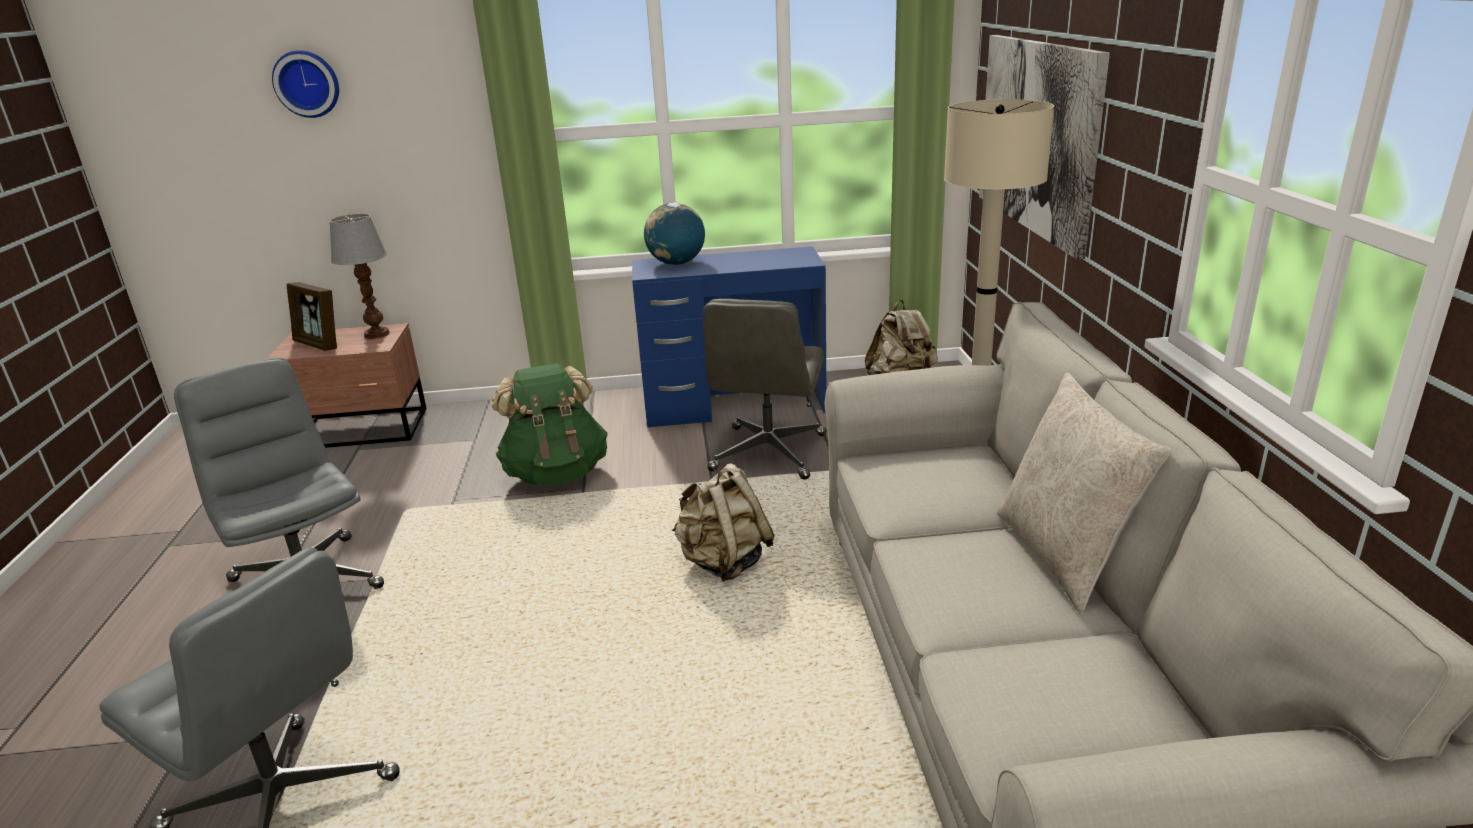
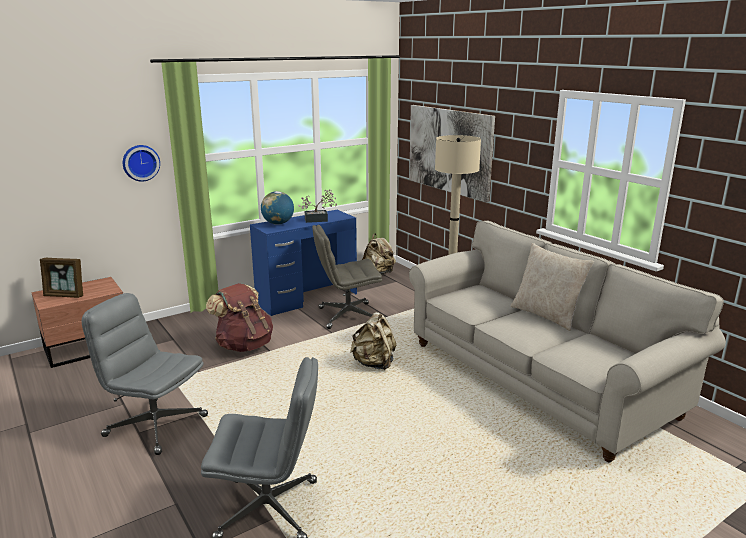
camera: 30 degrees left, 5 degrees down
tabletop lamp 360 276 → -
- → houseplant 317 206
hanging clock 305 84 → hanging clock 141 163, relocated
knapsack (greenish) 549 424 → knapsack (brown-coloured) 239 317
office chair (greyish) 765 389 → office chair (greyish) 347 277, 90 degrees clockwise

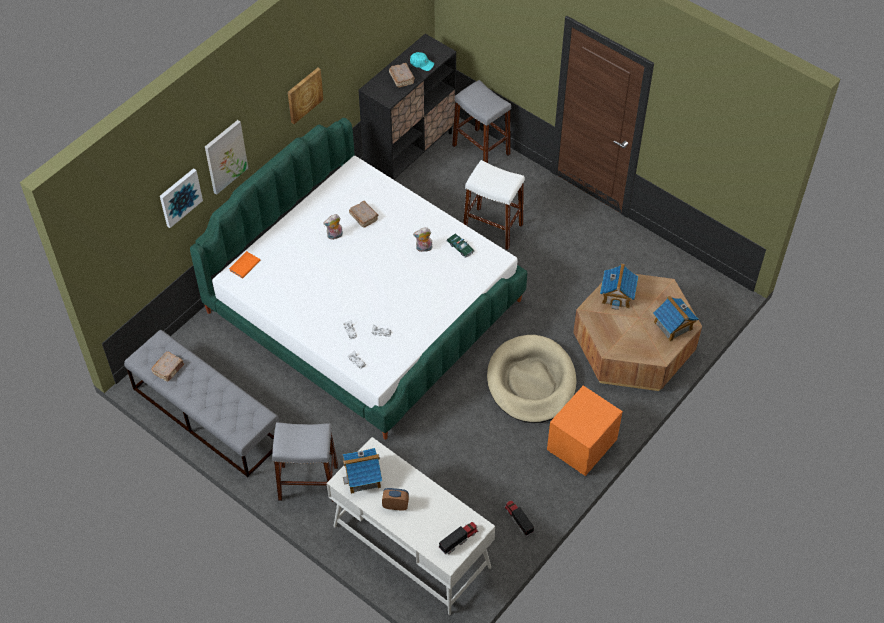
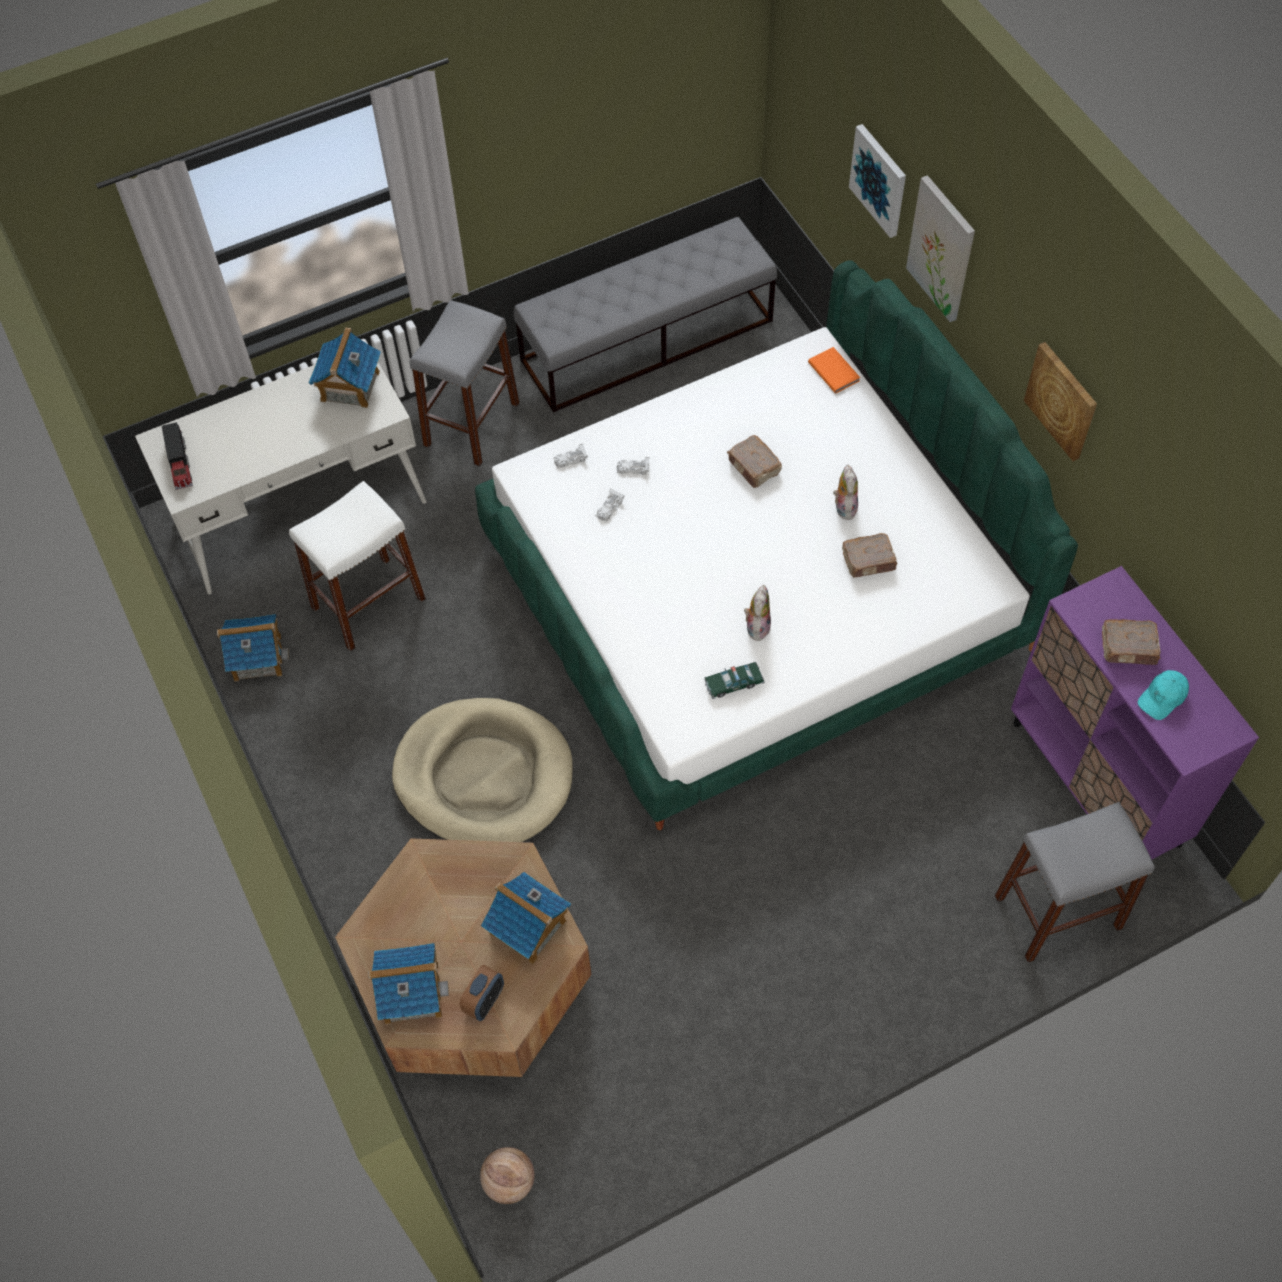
camera: 115 degrees right, 5 degrees up
bedside table (orange-coloured) 585 431 → -
- → ball for basketball 507 1175
book (brown-coloured) 167 366 → book (brown-coloured) 754 461, relocated
alarm clock 395 499 → alarm clock 481 993, relocated
stool seat (whitish) 494 205 → stool seat (whitish) 357 566, relocated
model truck 519 518 → model house 253 648
cupboard (blackish) 407 107 → cupboard (purple) 1135 713

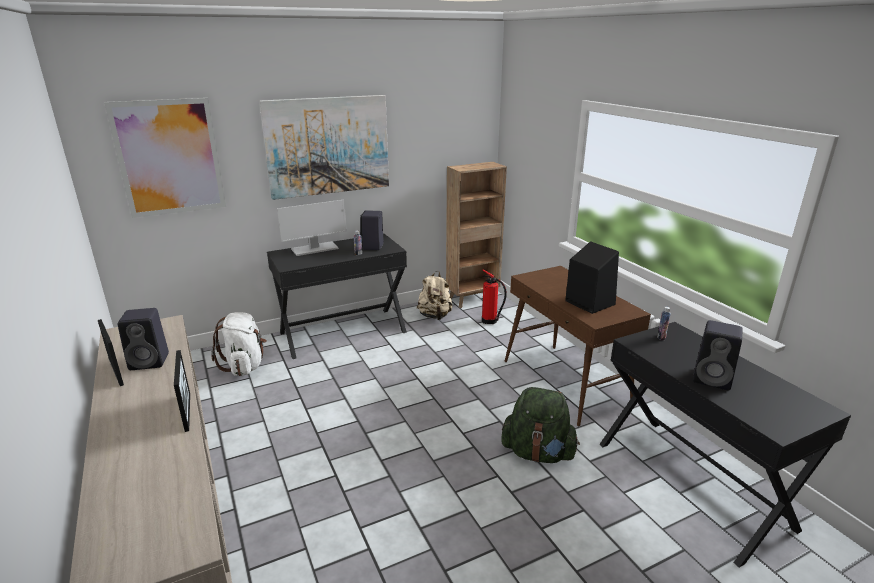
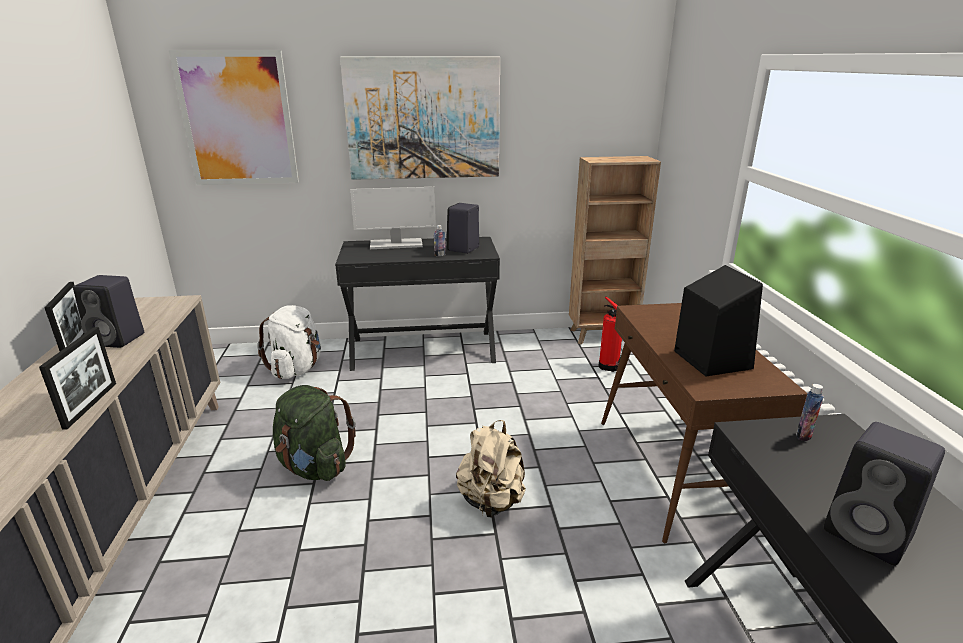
camera: 20 degrees right, 0 degrees up
knapsack (beige-coloured) 434 295 → knapsack (beige-coloured) 491 469, relocated
knapsack (greenish) 540 425 → knapsack (greenish) 314 433, relocated

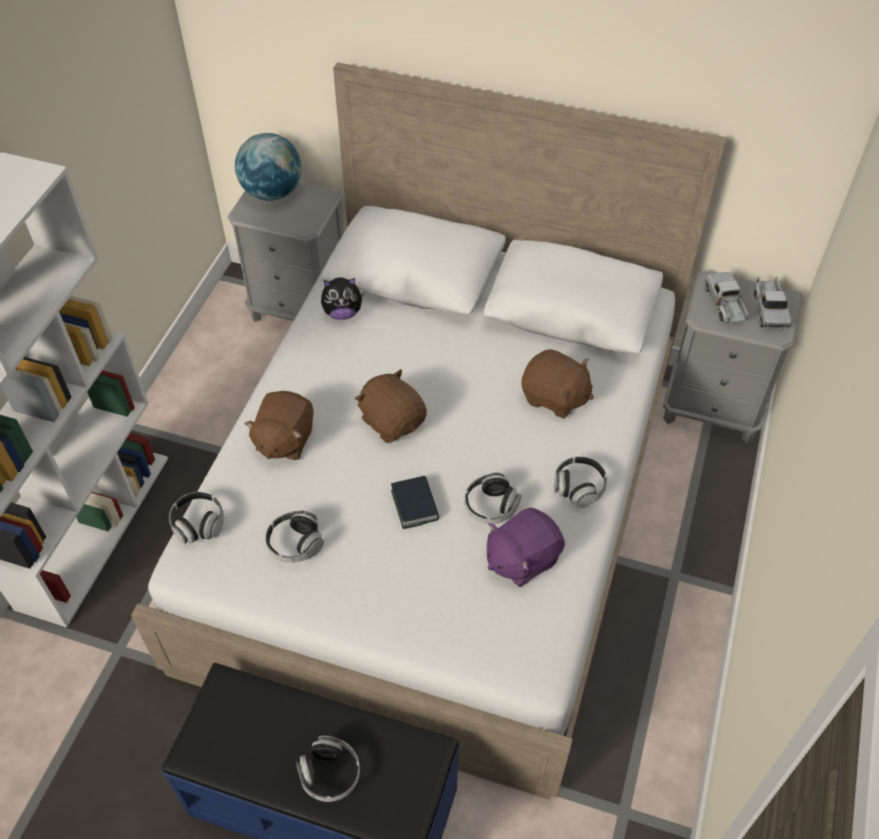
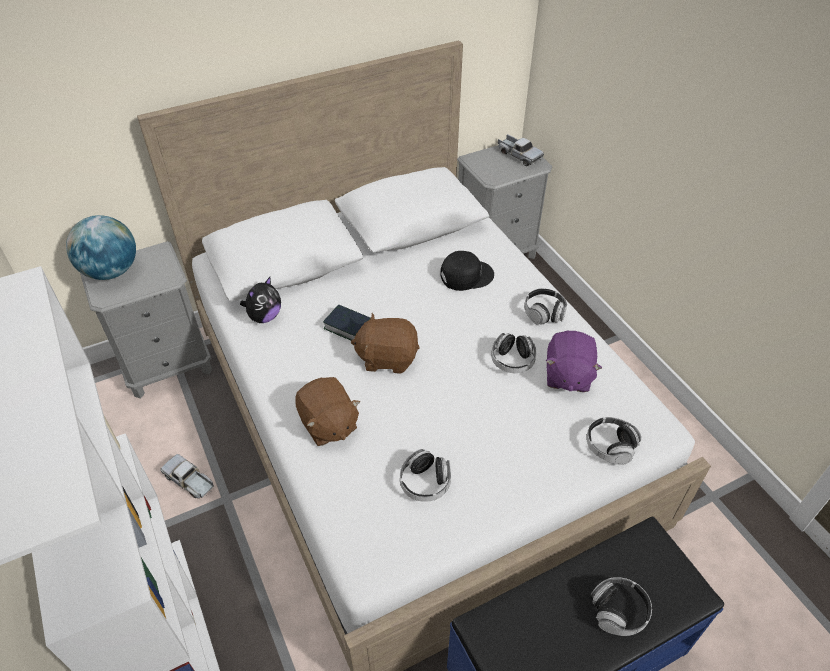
camera: 45 degrees left, 5 degrees down
headset 196 518 → headset 613 441, relocated
book 415 502 → book 347 322, relocated
model truck 727 298 → model truck 187 476, relocated
plush toy (brown-coloured) 557 384 → baseball cap (blackish) 467 271

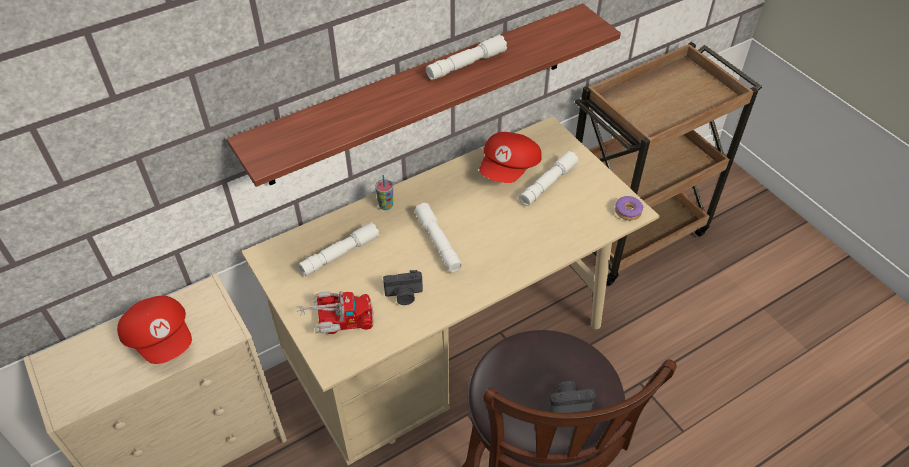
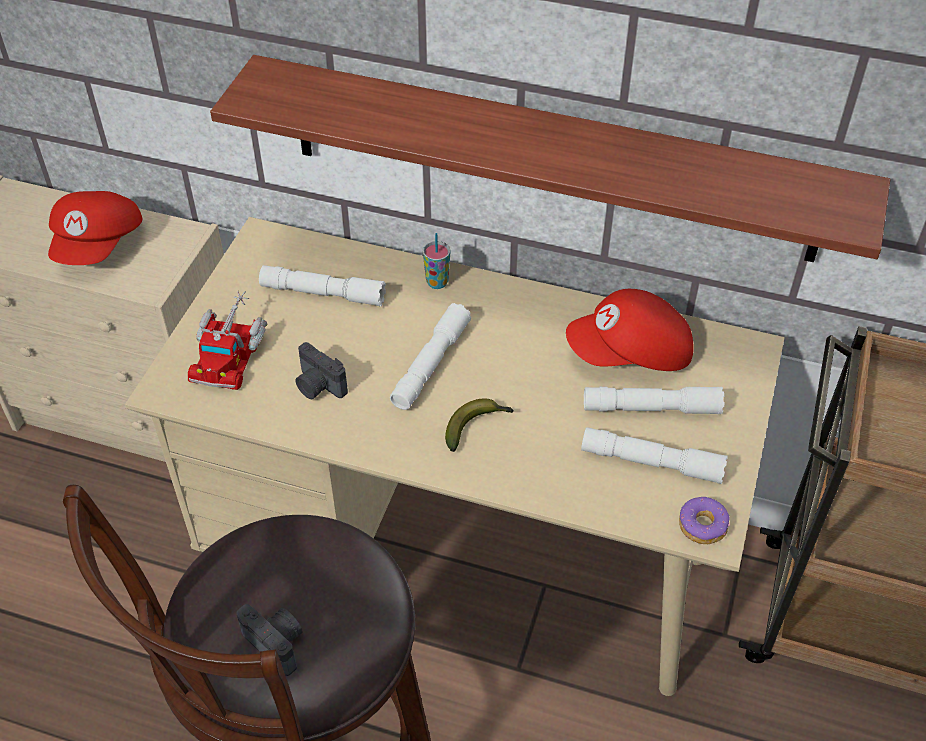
camera: 50 degrees right, 0 degrees up
- → whole banana 479 425
torch (whitish) 466 57 → torch (whitish) 654 455, relocated
model truck 334 312 → model truck 227 340, 60 degrees clockwise

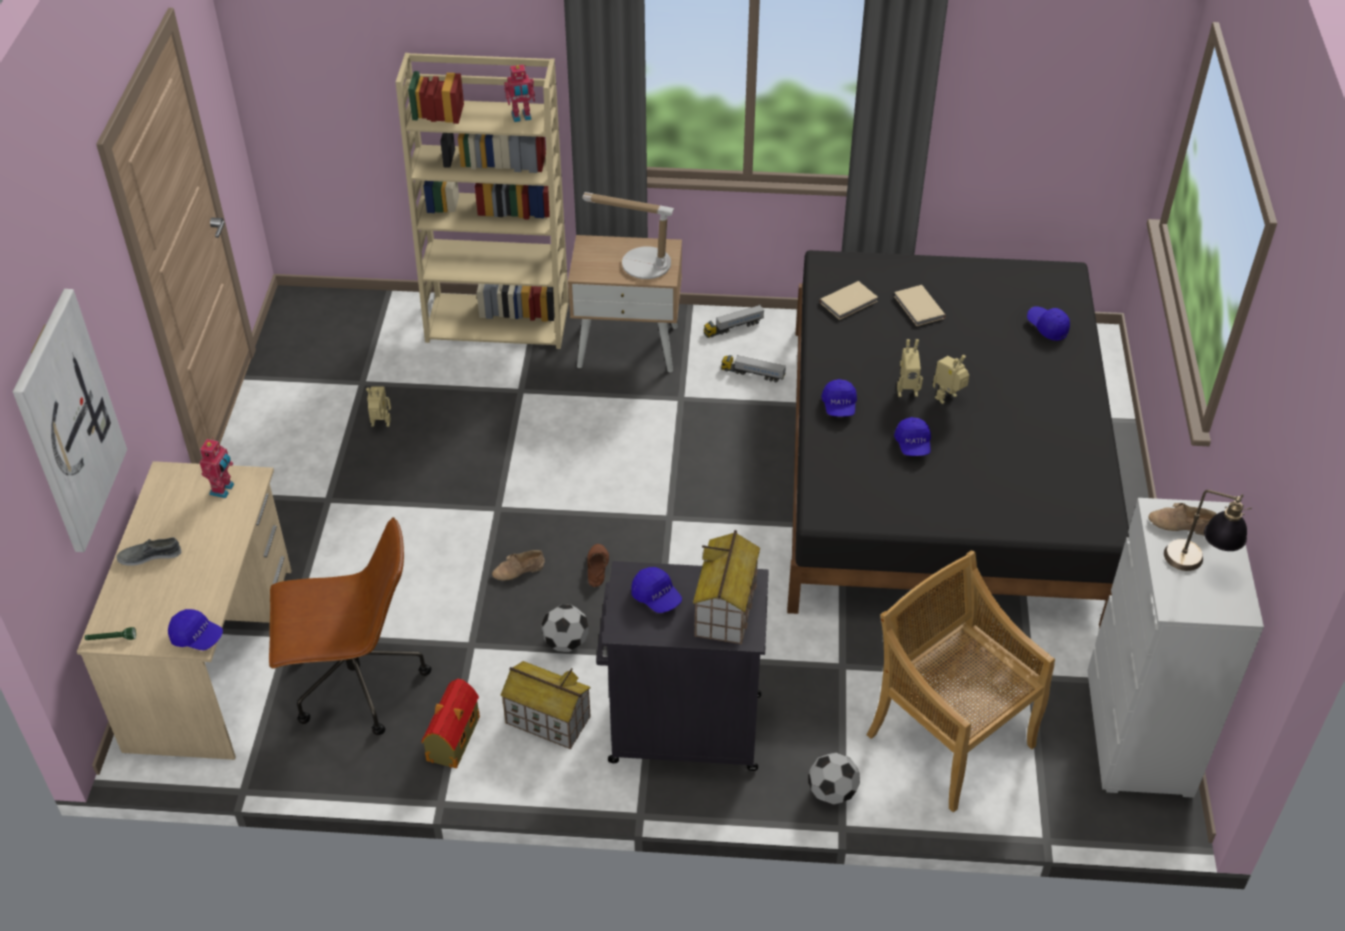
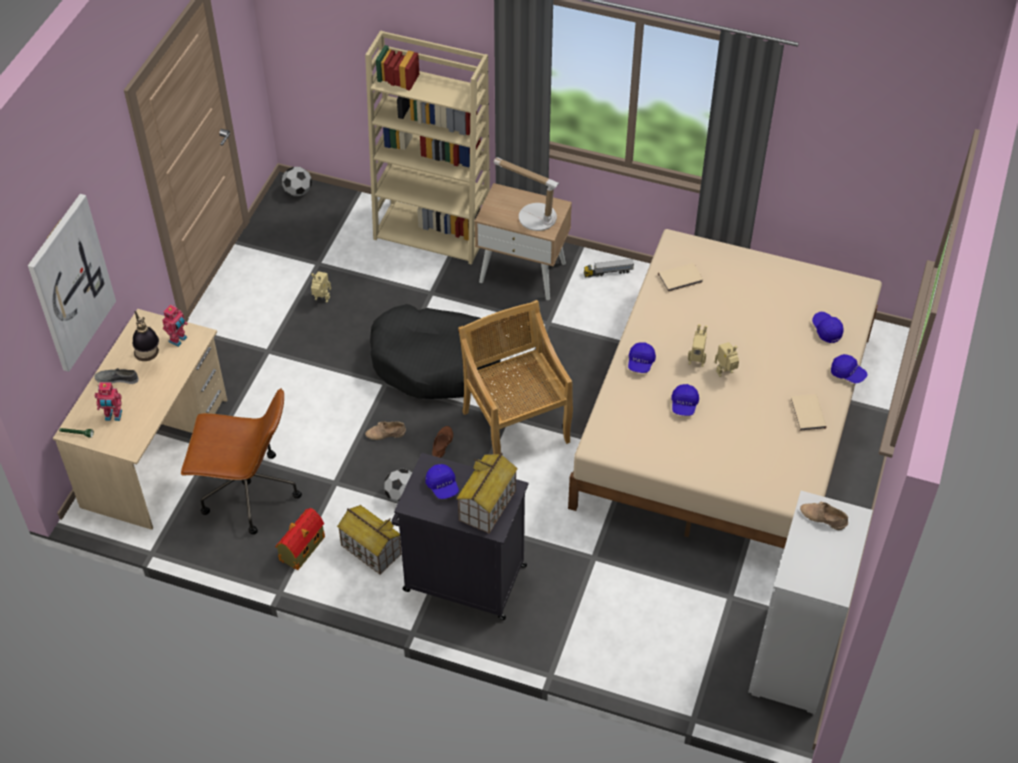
camera: 15 degrees right, 5 degrees up
model truck 753 368 → -
- → dog cushion (blackish) 435 351
baseball cap (blue) 195 629 → baseball cap (blue) 849 369, relocated
model robot 519 93 → model robot 108 401, relocated
football ball 834 778 → football ball 297 181, relocated
chair (beige-coloured) 960 681 → chair (beige-coloured) 515 377, relocated
book (beige-coloured) 920 305 → book (beige-coloured) 808 412, relocated
tabletop lamp 1208 530 → tabletop lamp 146 336, relocated
bed (blackish) 958 439 → bed (beige-coloured) 725 388

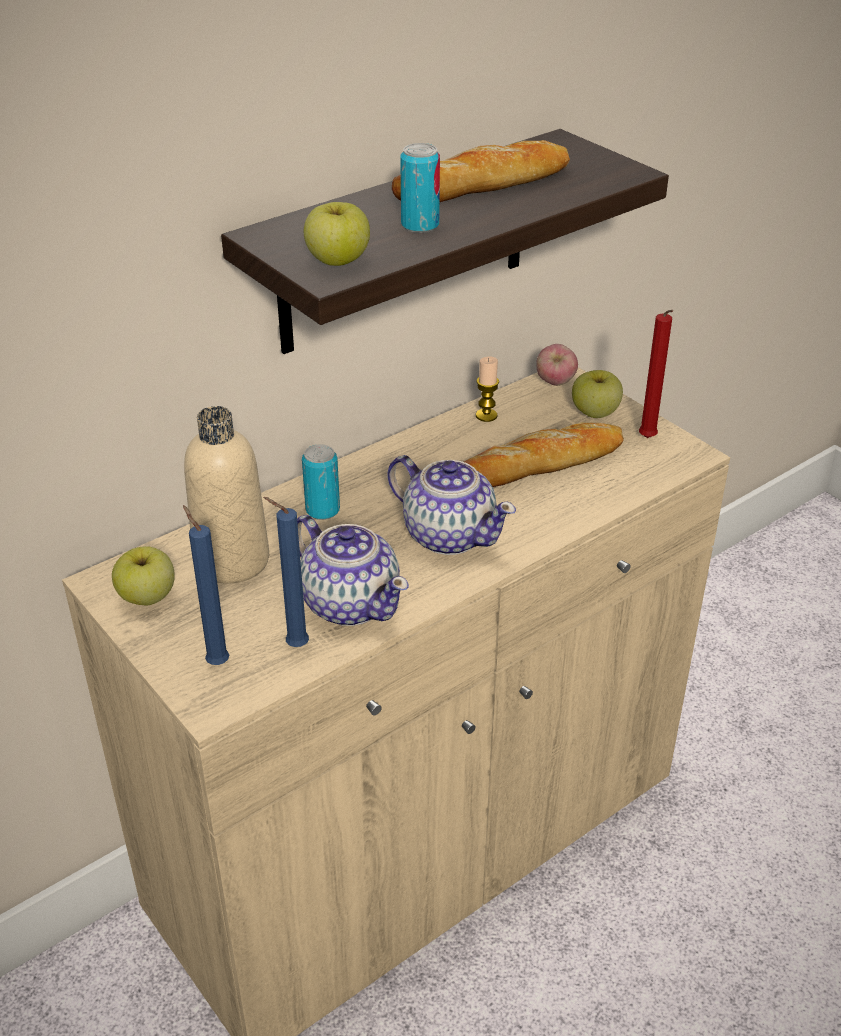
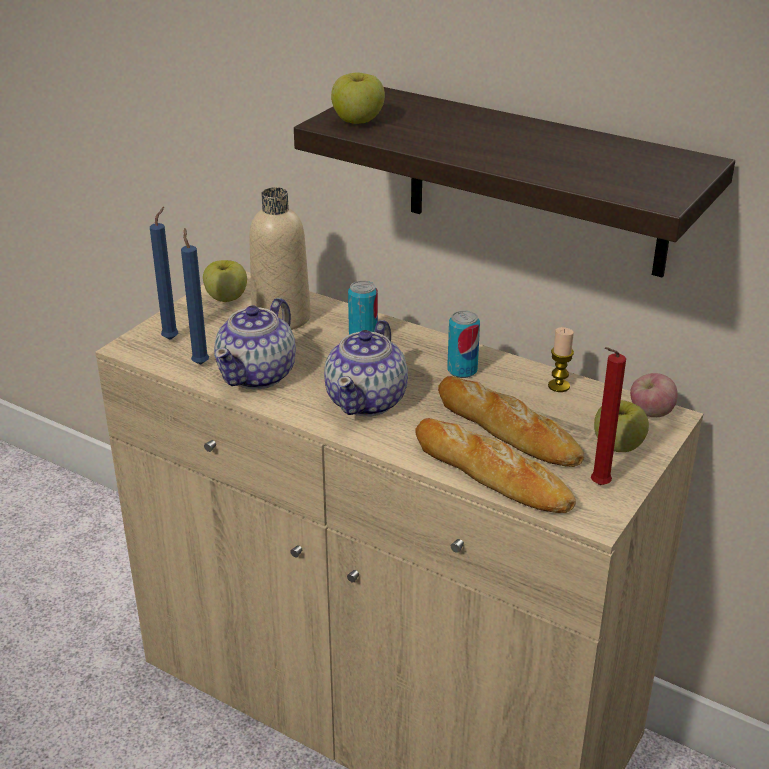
camera: 70 degrees right, 5 degrees down
bakery bread 481 171 → bakery bread 495 465, relocated
metal can 420 188 → metal can 463 344, relocated

